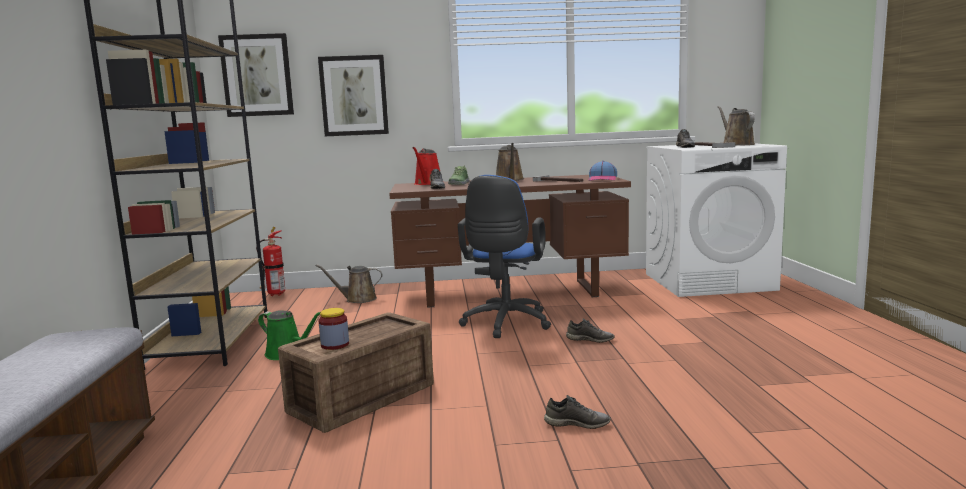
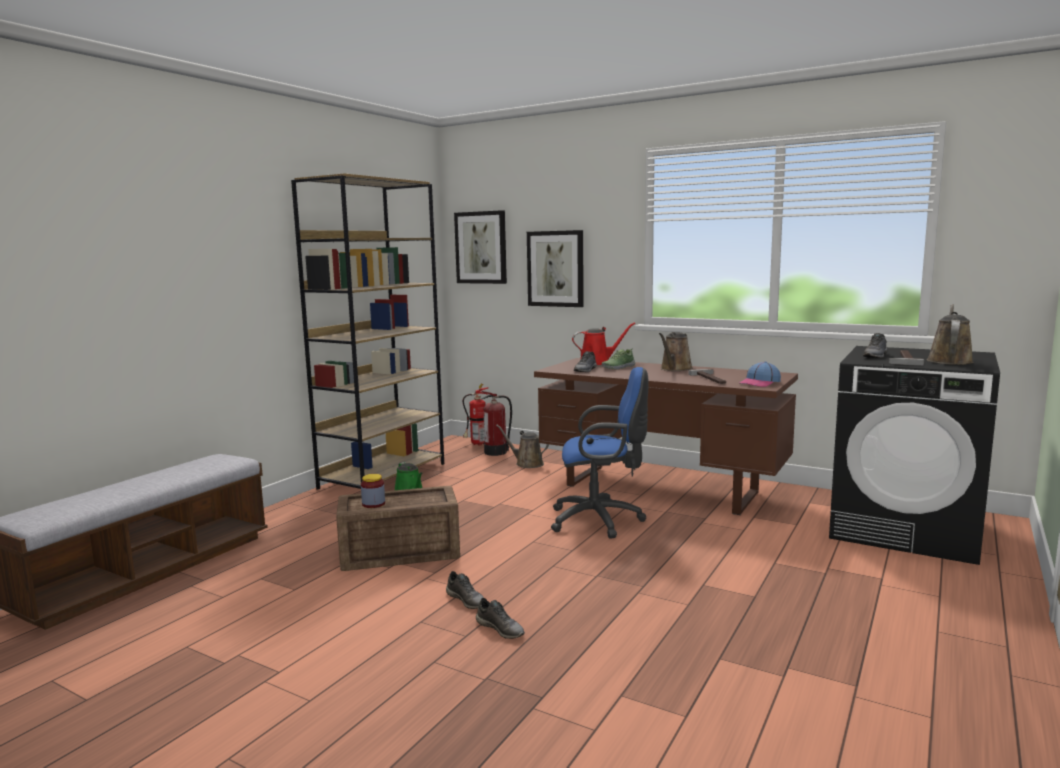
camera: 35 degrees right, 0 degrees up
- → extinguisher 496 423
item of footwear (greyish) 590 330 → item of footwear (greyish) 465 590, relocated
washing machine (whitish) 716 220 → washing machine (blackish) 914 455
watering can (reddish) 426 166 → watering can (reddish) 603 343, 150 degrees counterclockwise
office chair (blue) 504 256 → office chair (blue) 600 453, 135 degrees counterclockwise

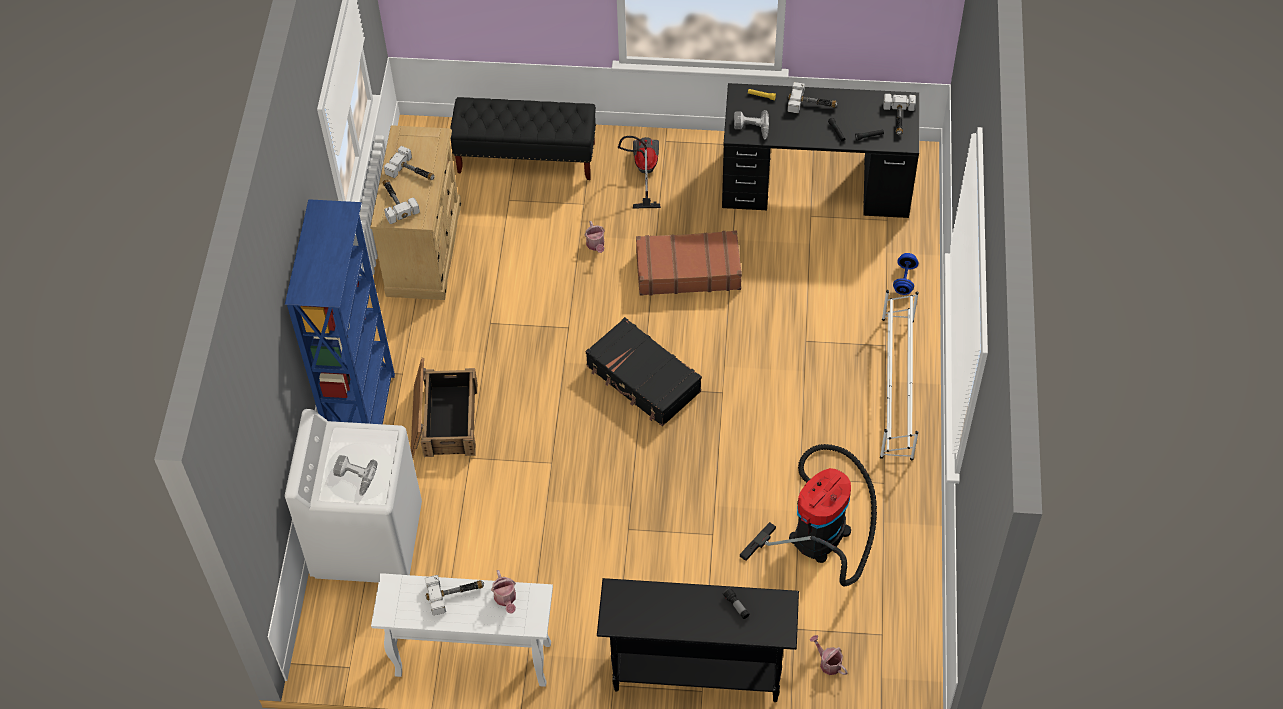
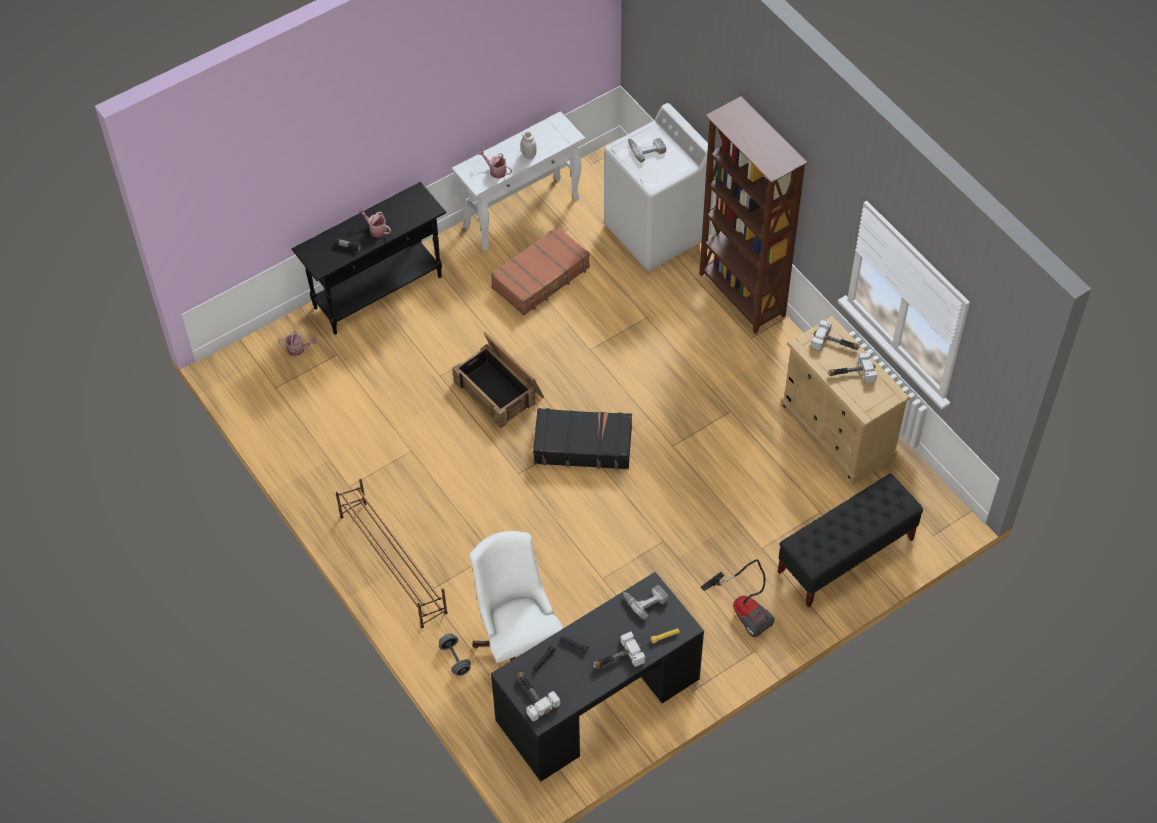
camera: 140 degrees right, 0 degrees up
vacuum cleaner 808 515 → -
- → office chair (whitish) 516 597
shipping crate 444 408 → shipping crate 498 380, relocated
watering can 595 237 → watering can 374 222, relocated
travel case (brown-coloured) 689 263 → travel case (brown-coloured) 540 271, relocated
tool hammer 454 595 → preserve jar (whitish) 529 145
bookcase (blue) 340 311 → bookcase (brown-coloured) 753 215
shoe shelf (whitish) 899 375 → shoe shelf (brown-coloured) 392 553
hand weight (blue) 905 274 → hand weight (greyish) 455 655

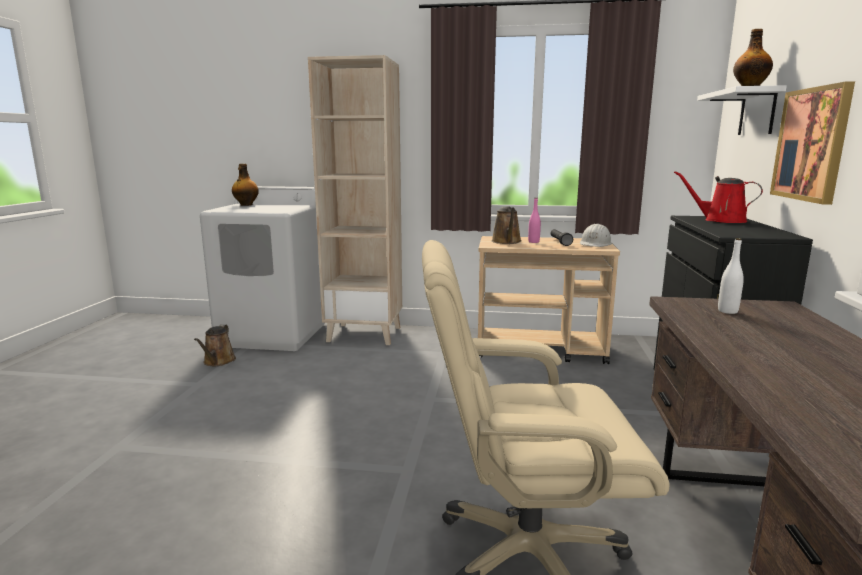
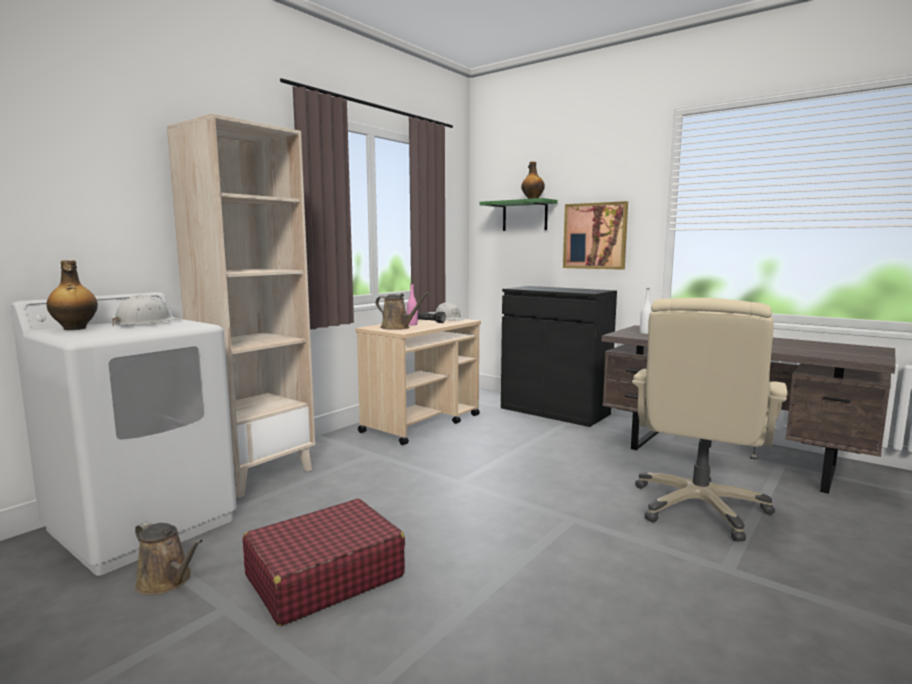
camera: 60 degrees left, 5 degrees down
watering can (reddish) 718 197 → -
- → safety helmet (whitish) 146 311
- → travel case (reddish) 324 562
wall shelf (whitish) 742 110 → wall shelf (greenish) 518 214

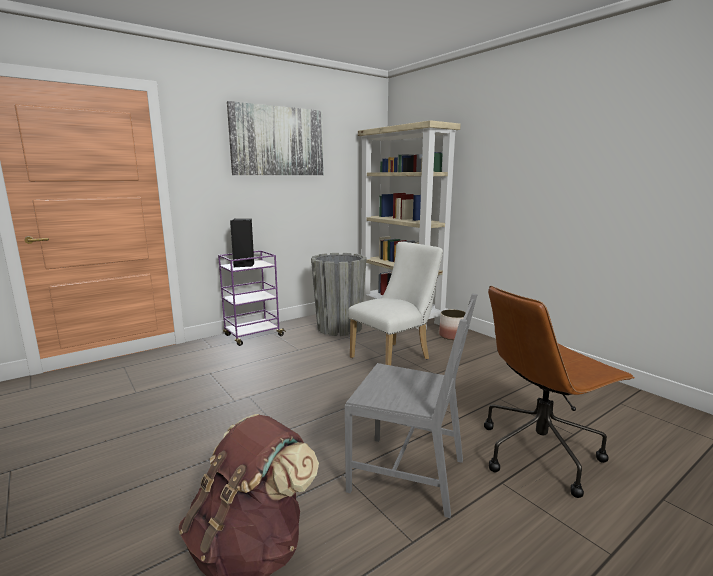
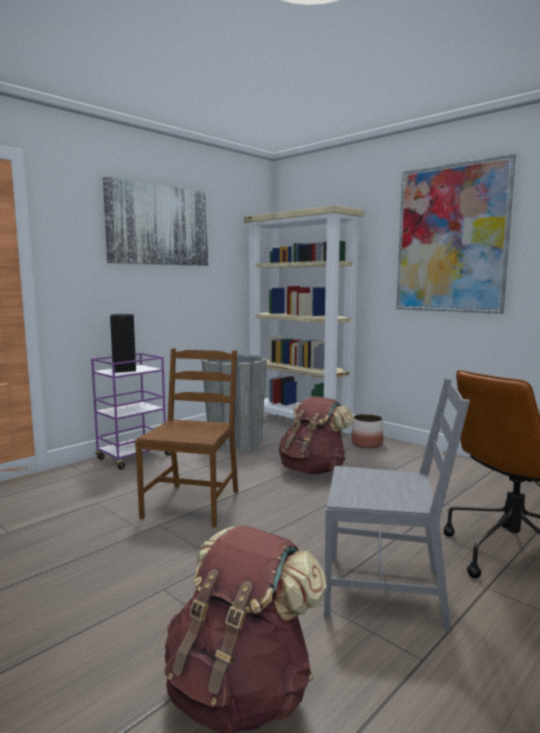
camera: 10 degrees left, 5 degrees down
- → chair (brown-coloured) 186 437
- → picture 456 234
chair (whitish) 395 303 → knapsack (brown-coloured) 316 435

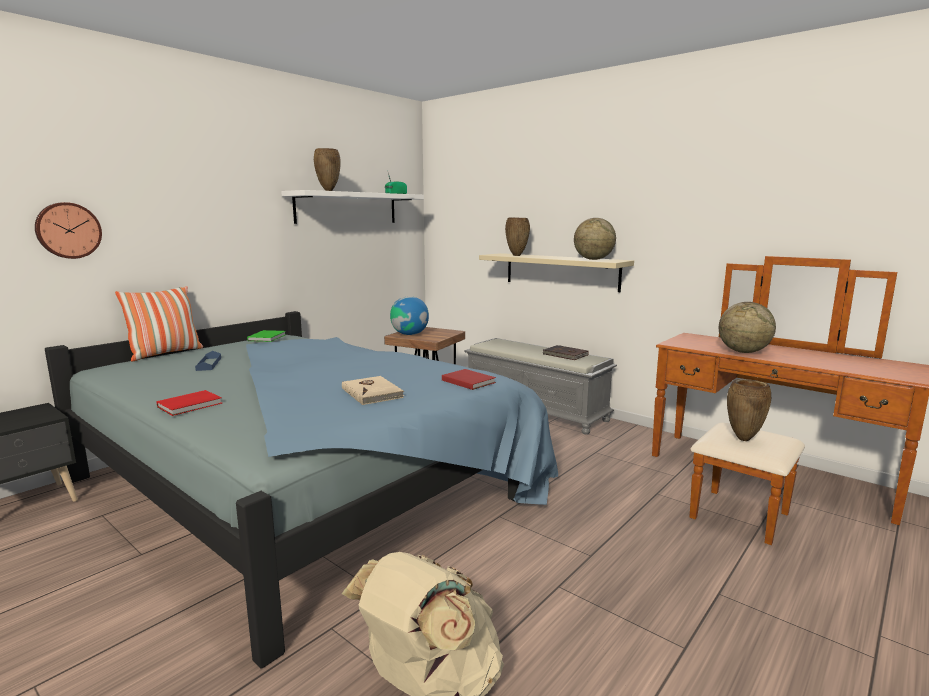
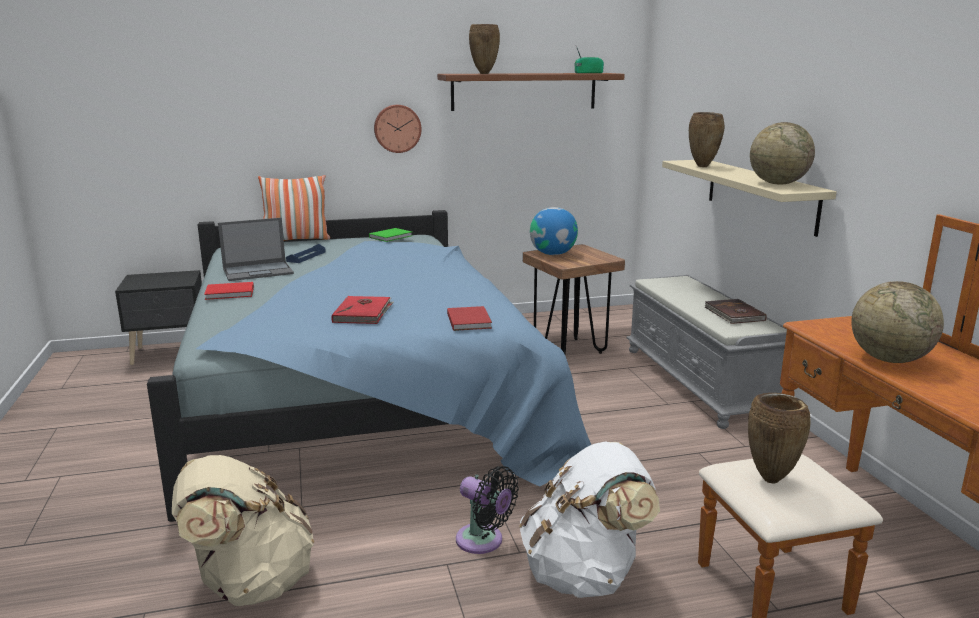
camera: 35 degrees right, 5 degrees up
- → laptop 256 249
- → fan (blackish) 487 510
- → knapsack (whitish) 589 520
hanging clock 68 230 → hanging clock 398 129, relocated
wall shelf (whitish) 352 207 → wall shelf (brown-coloured) 531 92
book (beige-coloured) 373 390 → book (reddish) 362 310

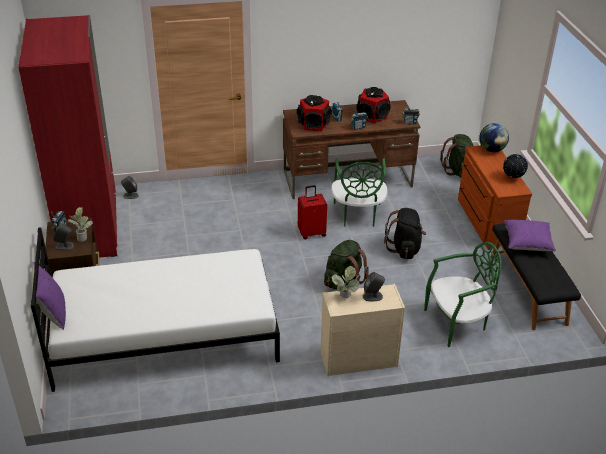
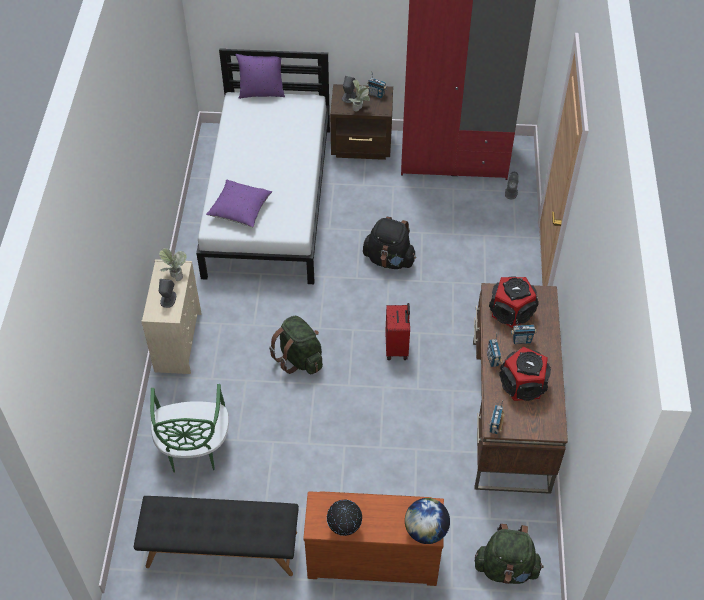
camera: 105 degrees right, 15 degrees up
chair (greenish) 359 192 → -
knapsack (blackish) 405 233 → knapsack (blackish) 389 243, relocated
pillow (purple) 530 235 → pillow (purple) 239 203, relocated

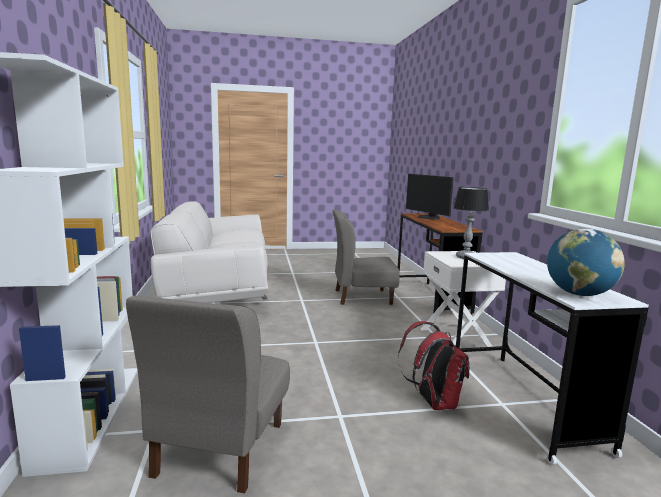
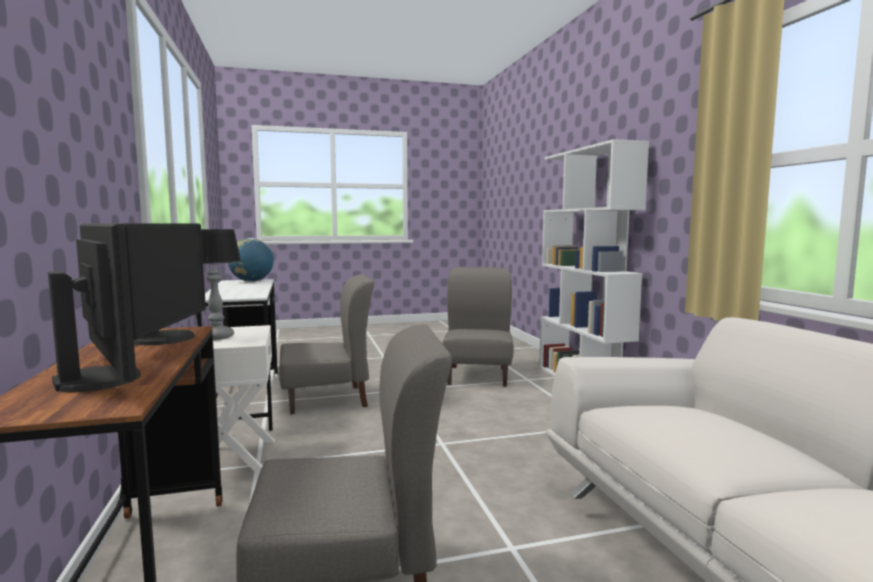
camera: 175 degrees right, 5 degrees down
- → computer display 163 284
knapsack (reddish) 433 365 → chair (greyish) 326 344

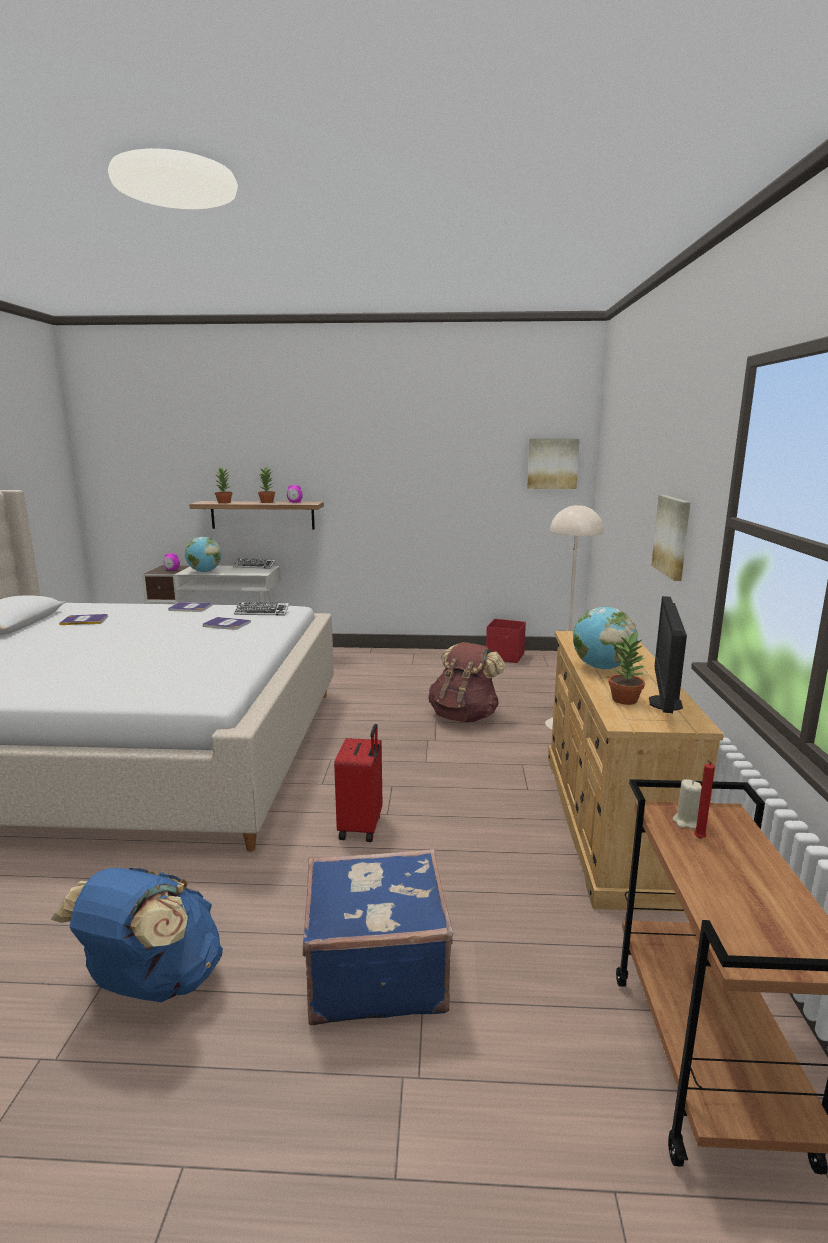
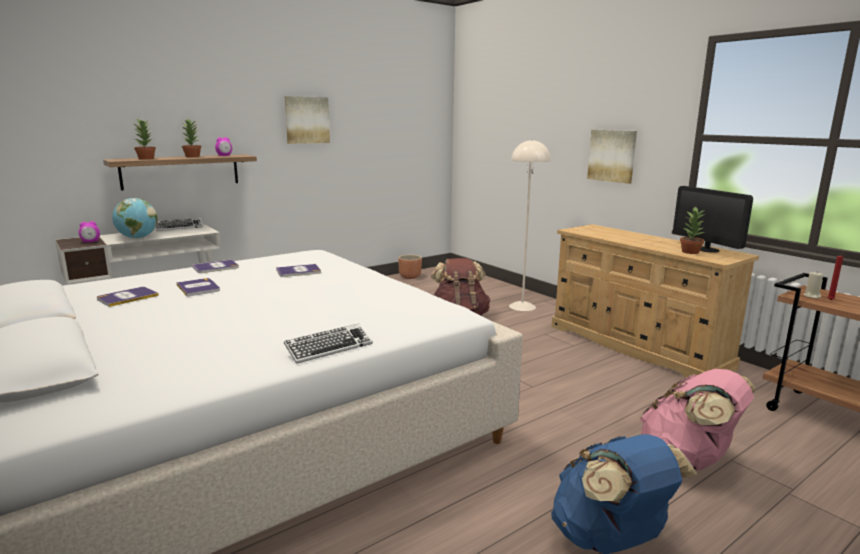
camera: 40 degrees left, 0 degrees up
travel case (reddish) 358 783 → -
world globe 605 638 → -
- → book 198 287
computer keyboard 261 609 → computer keyboard 328 343, relocated
picture 553 464 → picture 307 120, relocated
travel case (blue) 378 937 → knapsack (pink) 697 420
storage container (reddish) 506 641 → planter (brown-coloured) 410 266

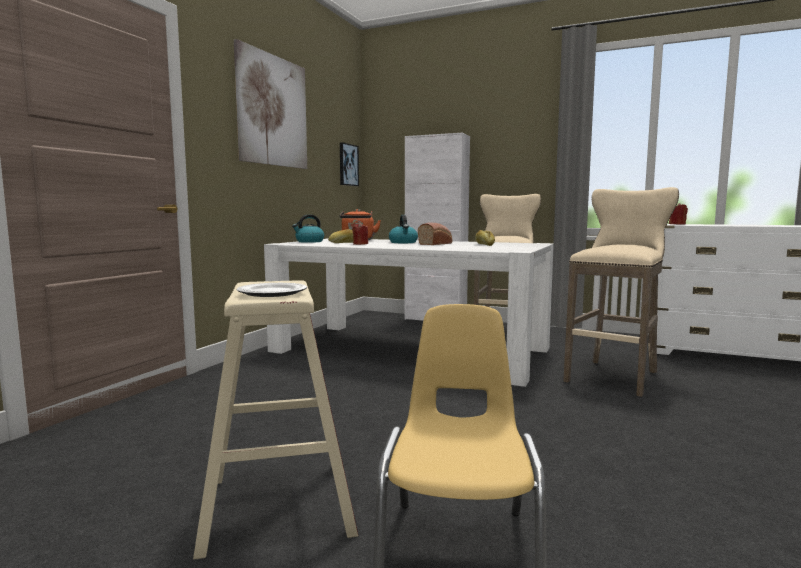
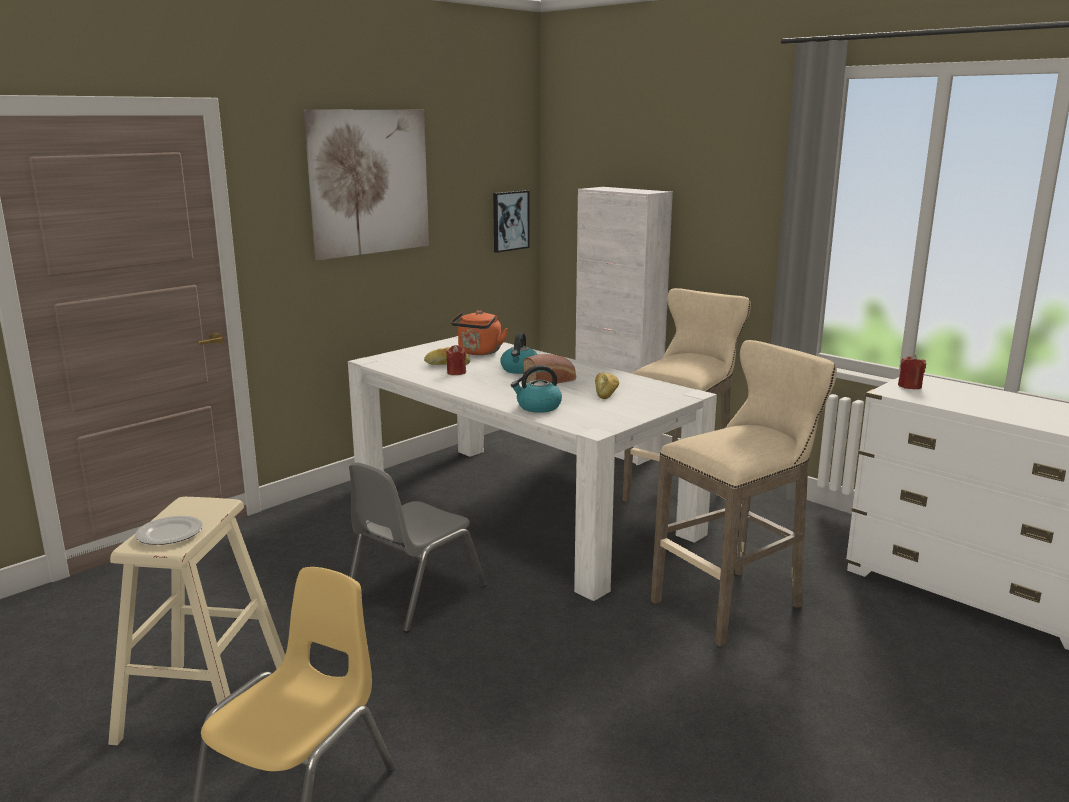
camera: 20 degrees right, 10 degrees up
- → chair (greyish) 417 547
tea kettle 308 228 → tea kettle 536 389, relocated

